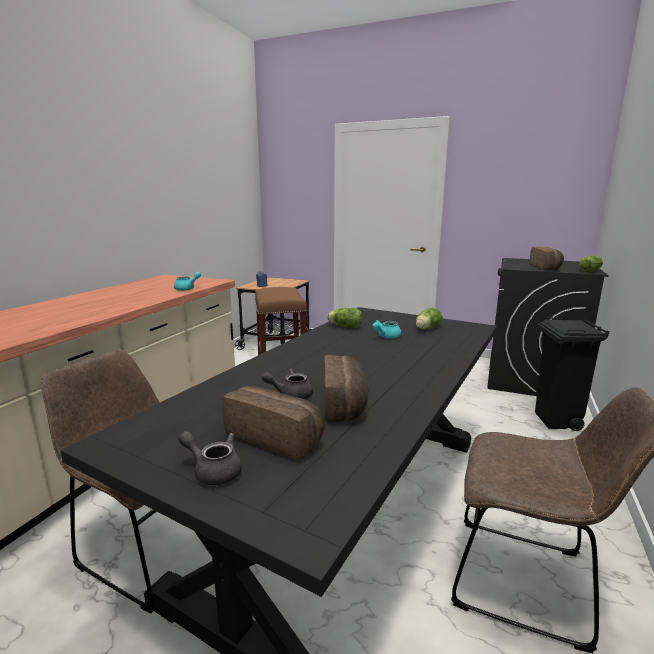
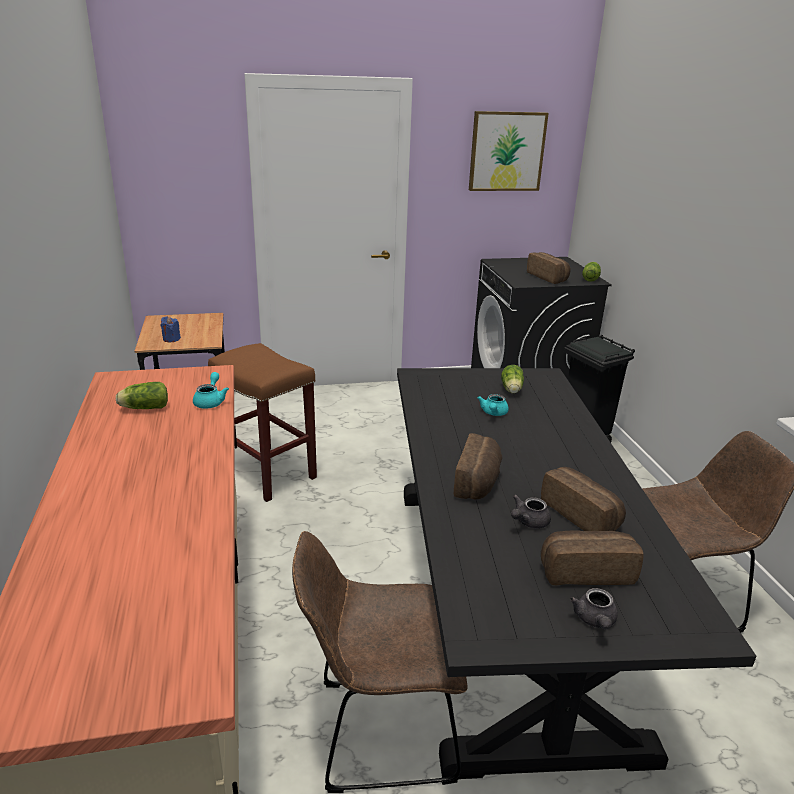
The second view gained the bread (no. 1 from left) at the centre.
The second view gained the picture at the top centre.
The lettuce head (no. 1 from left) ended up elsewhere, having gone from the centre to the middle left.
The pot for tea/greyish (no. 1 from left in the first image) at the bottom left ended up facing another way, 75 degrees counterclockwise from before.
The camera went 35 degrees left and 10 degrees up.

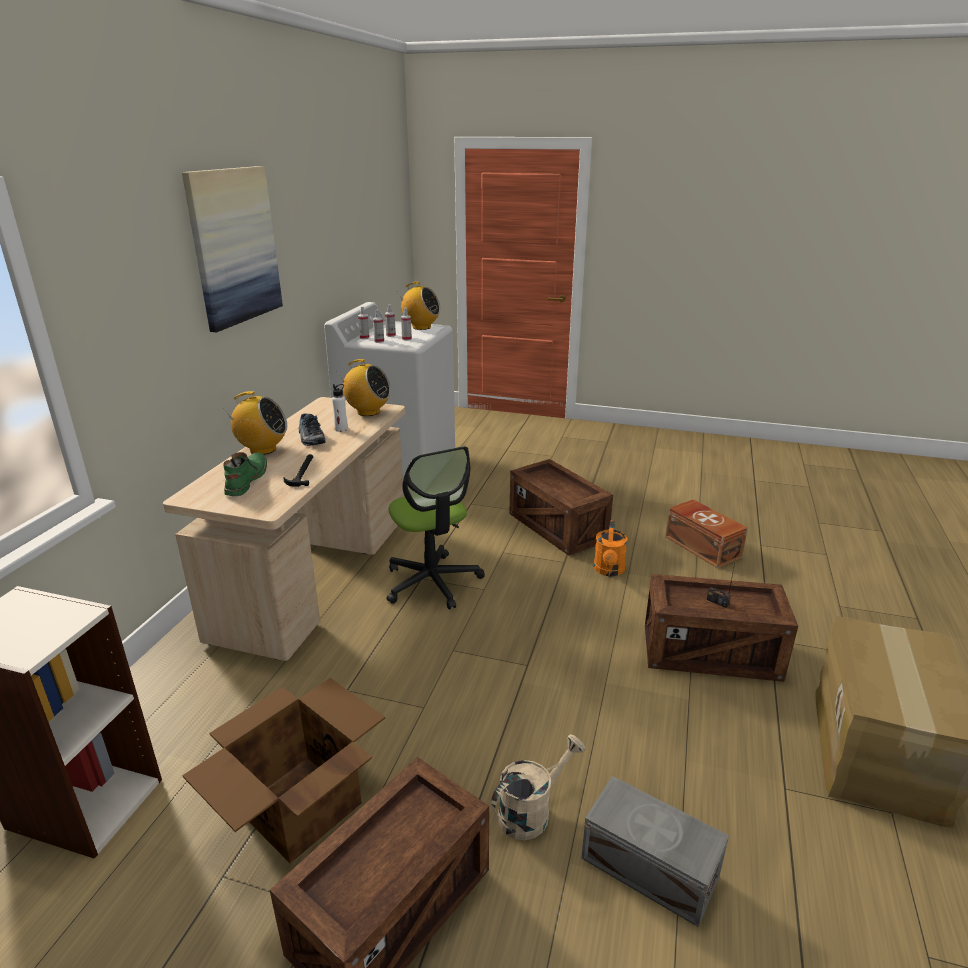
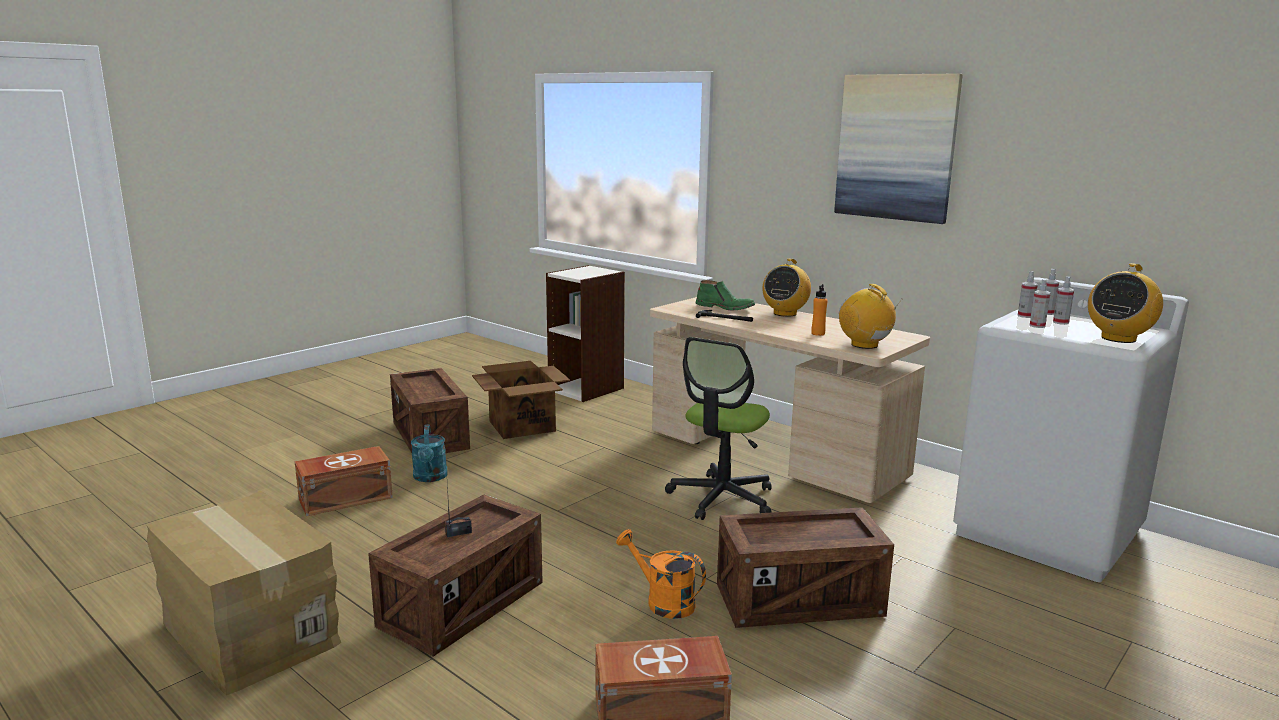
The second view lost the low shoe at the middle left.
What was the bottle/white at the centre turned into the bottle/orange-coloured at the centre.
What was the watering can/beige at the bottom centre turned into the watering can/blue-green at the centre.
What was the storage bin/greyish at the bottom right turned into the storage bin/brownish (no. 1 from left) at the bottom left.
The radio set (no. 2 from left in the first image) at the centre ended up facing another way, 105 degrees clockwise from before.
The computer chair at the centre ended up facing another way, 60 degrees counterclockwise from before.
The camera went 115 degrees right and 10 degrees down.

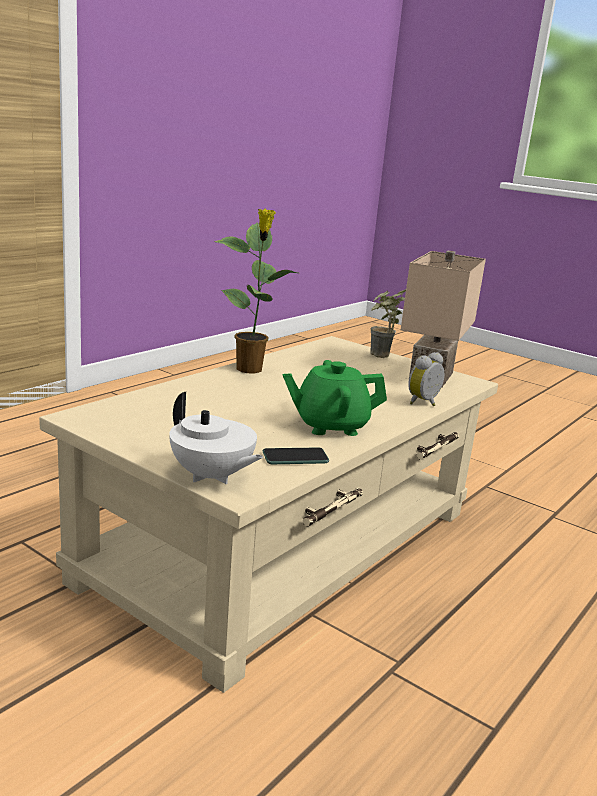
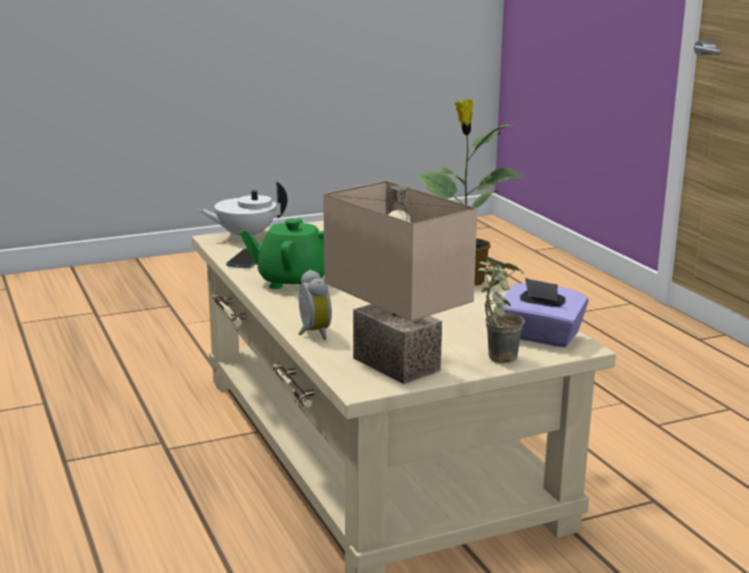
The second view gained the tissue holder/purple-coloured at the middle right.
The pot for tea/green at the centre ended up facing another way, 105 degrees counterclockwise from before.
The camera went 120 degrees right and 0 degrees up.

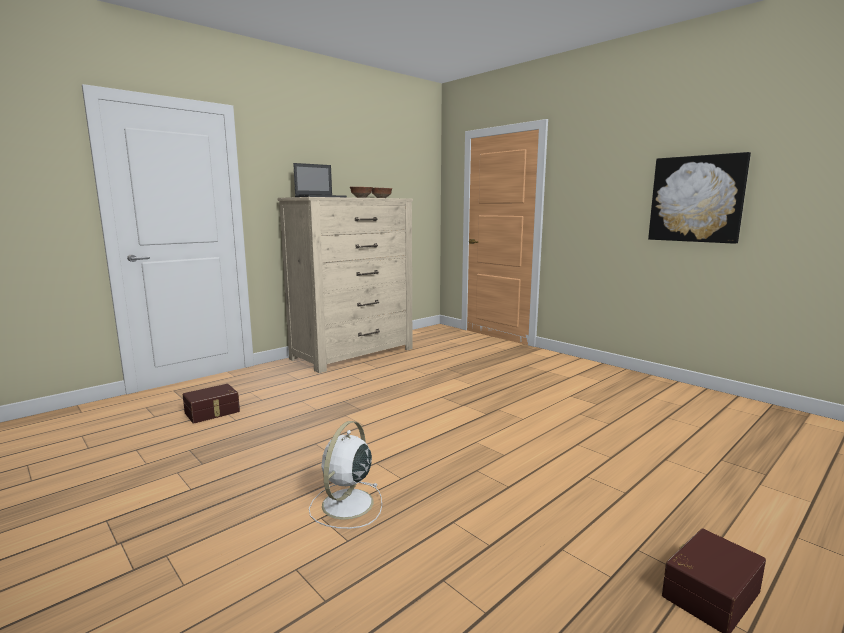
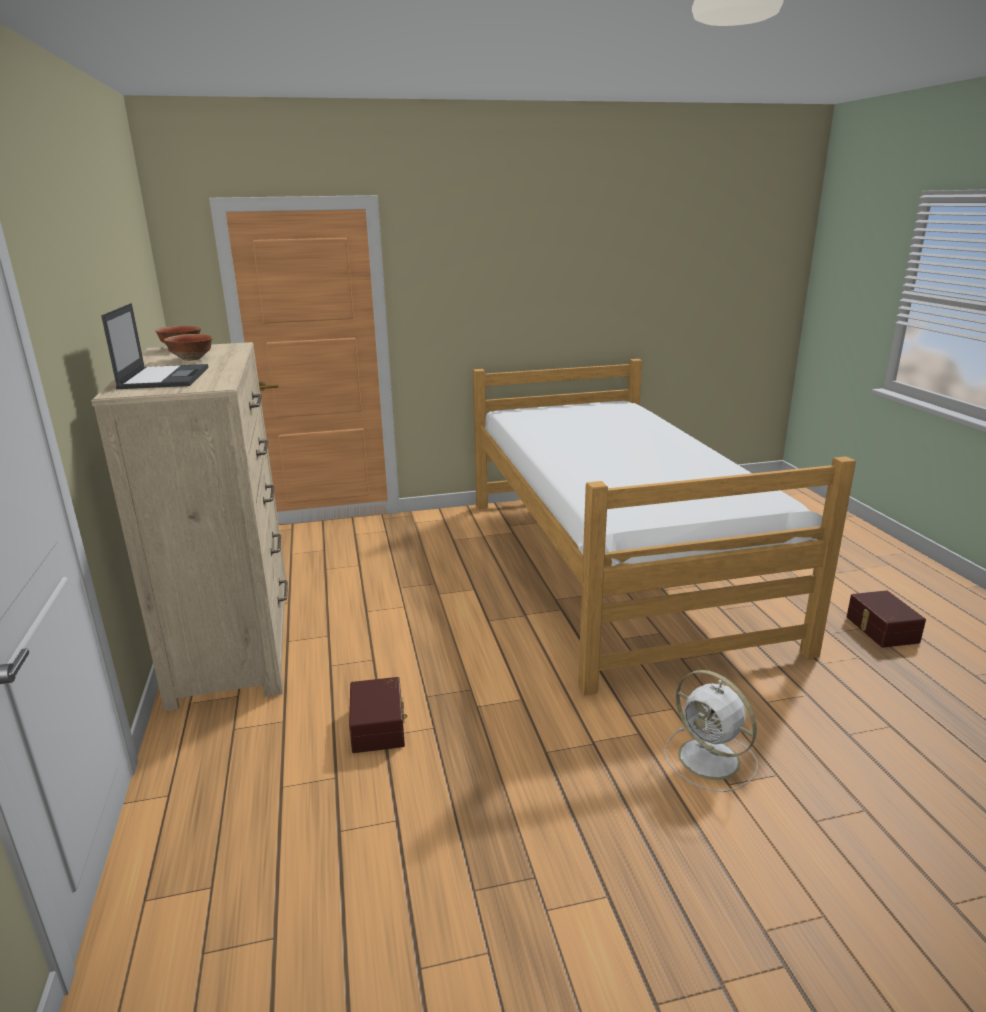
The second view lost the picture at the top right.
The second view gained the bed at the middle right.
The storage bin/brownish (no. 1 from left) ended up elsewhere, having gone from the middle left to the bottom centre.
The camera went 60 degrees left and 10 degrees up.

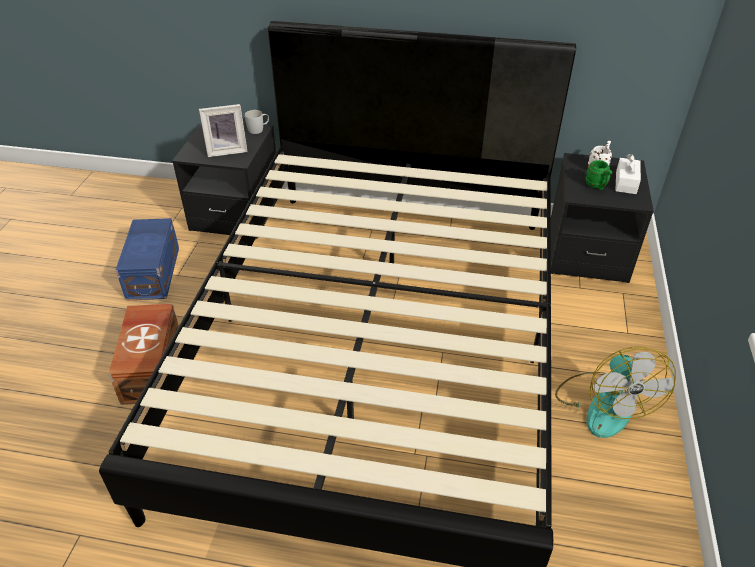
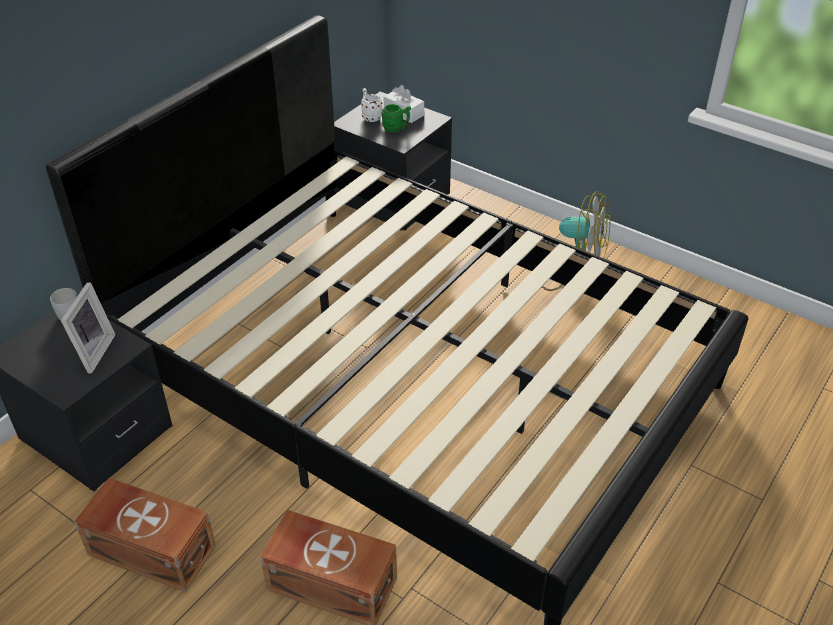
What was the storage bin/bluish at the middle left turned into the storage bin/brownish (no. 1 from left) at the bottom left.
The camera went 65 degrees left and 0 degrees up.

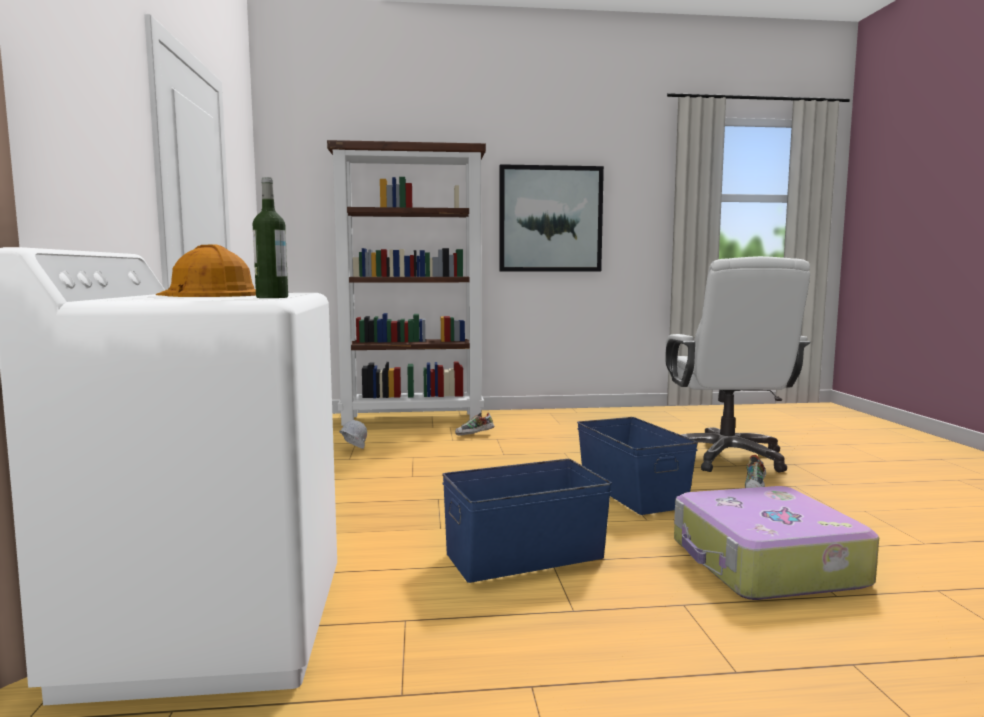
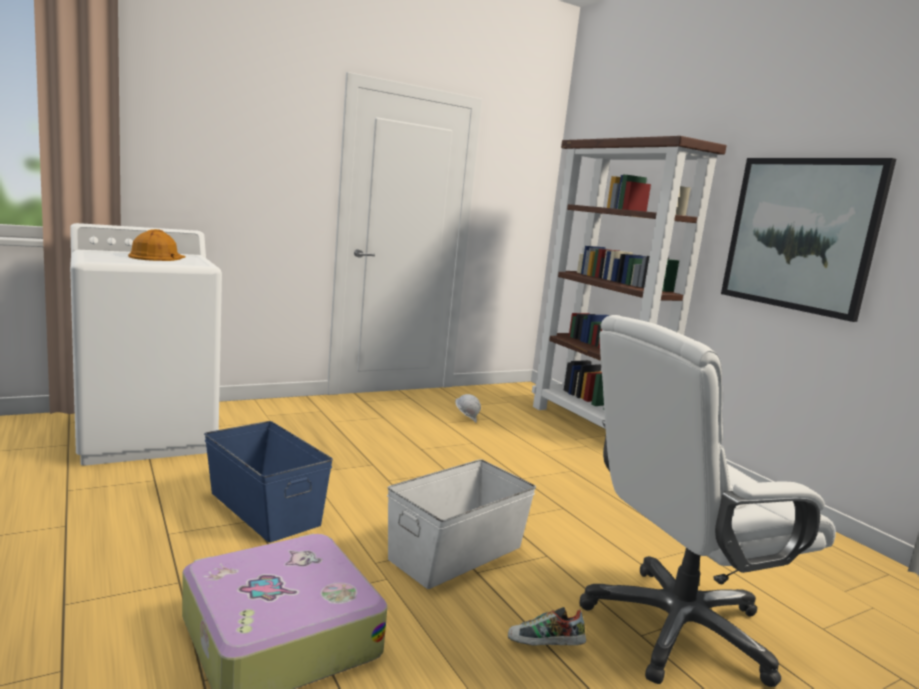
The second view lost the bottle at the top left.
The second view lost the low shoe (no. 1 from left) at the centre.
What was the storage bin/bluish (no. 2 from left) at the centre turned into the storage bin/white at the bottom centre.
The camera went 65 degrees right and 5 degrees up.

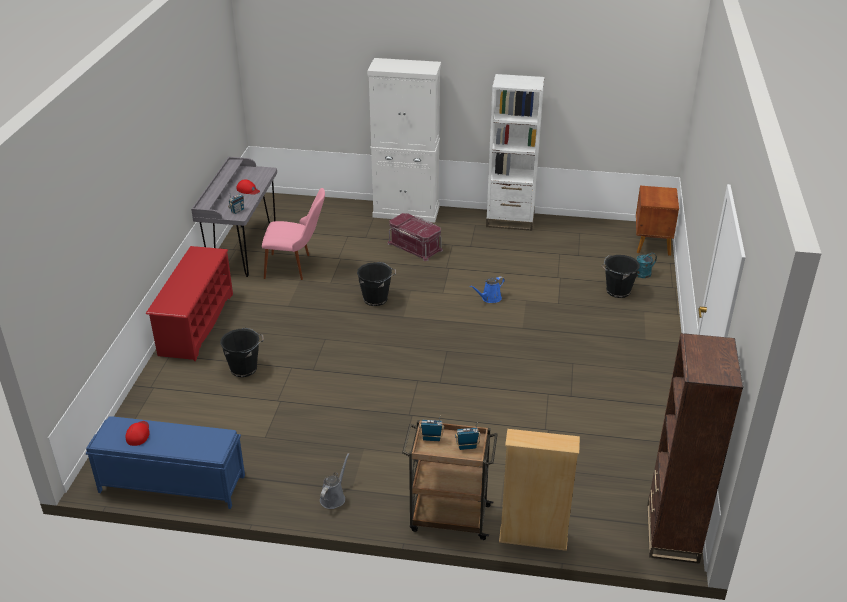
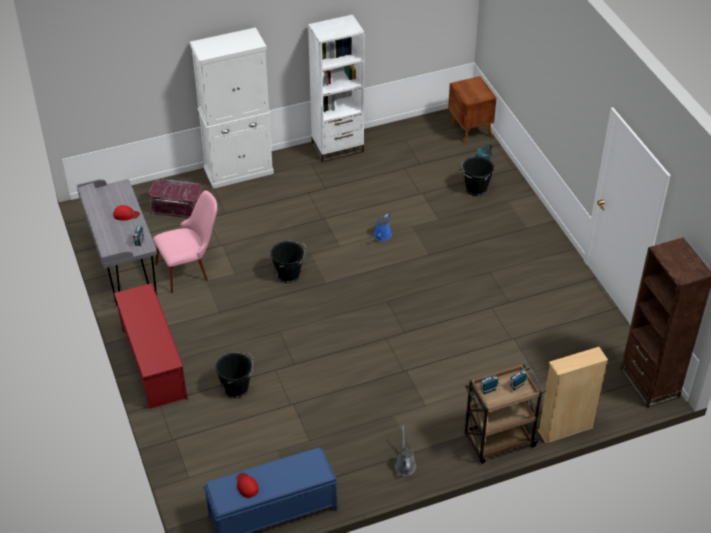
The storage bin/red-coloured ended up elsewhere, having gone from the centre to the middle left.
The camera went 30 degrees left and 10 degrees up.

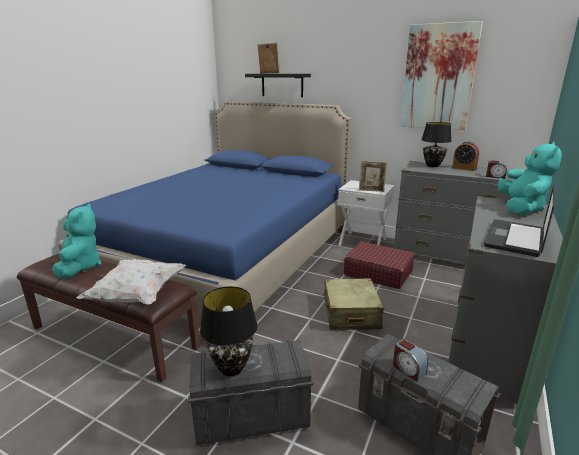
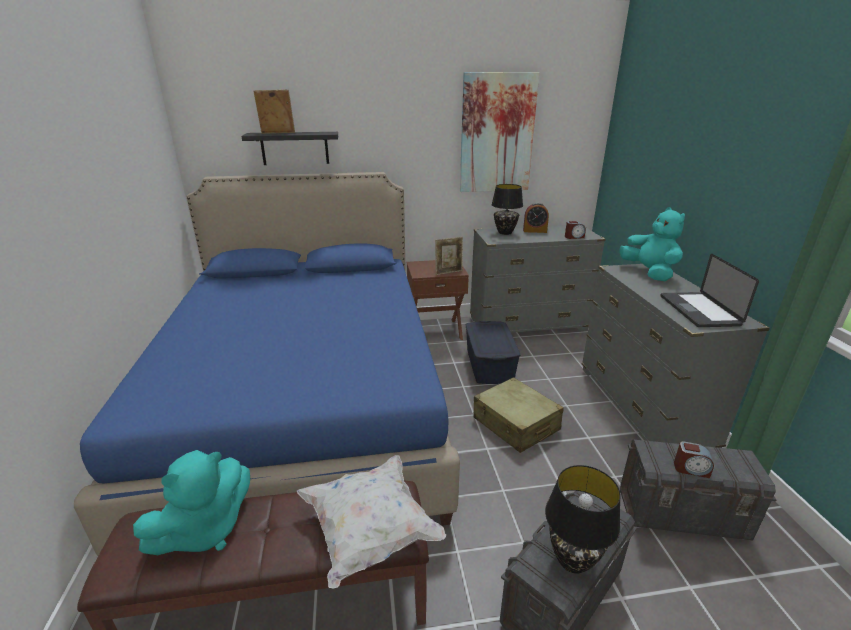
Where the piece of luggage/red-coloured stood at the centre, the storage bin/bluish came to stand at the centre.
What was the bedside table/white at the centre turned into the bedside table/brownish at the centre.
The soft toy/blue-green (no. 1 from left) at the middle left ended up facing another way, 90 degrees clockwise from before.
The camera went 35 degrees left and 5 degrees up.

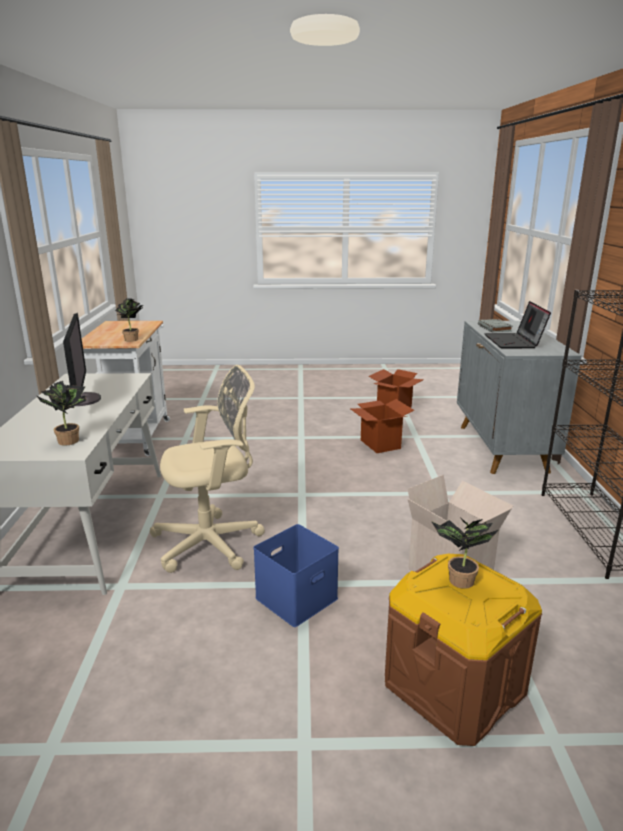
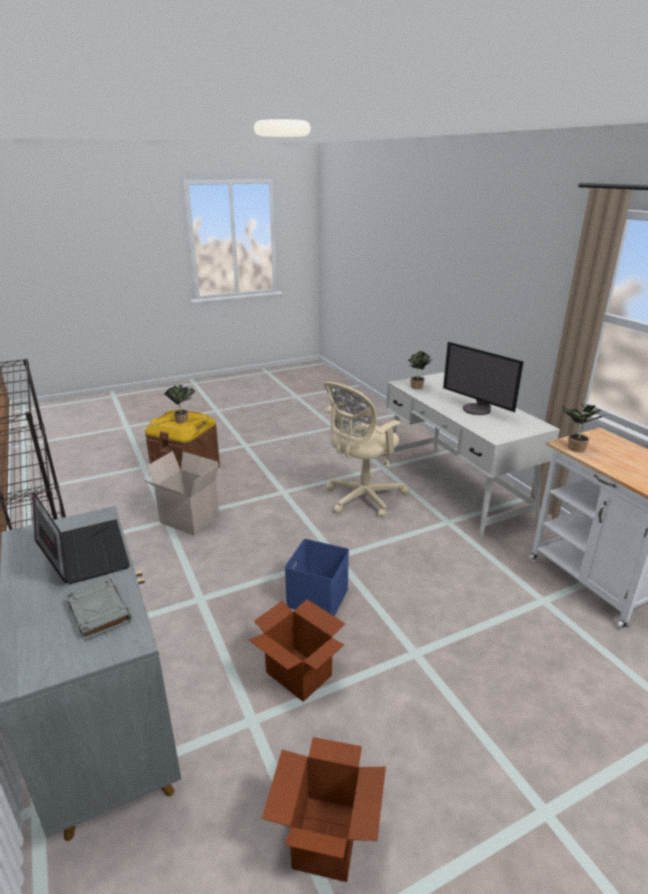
The storage bin/bluish ended up elsewhere, having gone from the bottom centre to the centre.
The camera went 155 degrees right and 5 degrees up.

